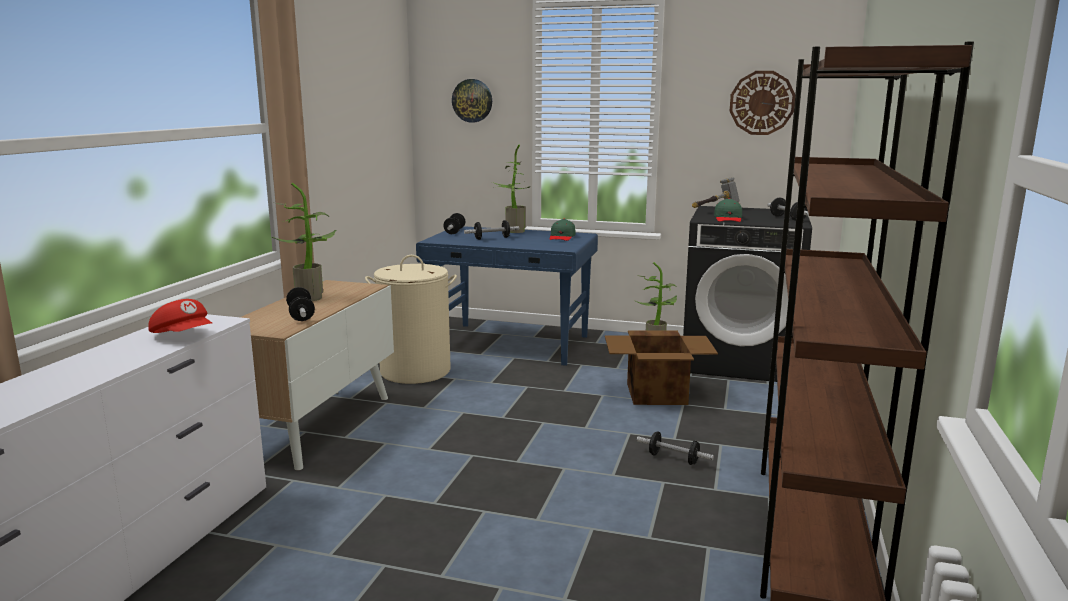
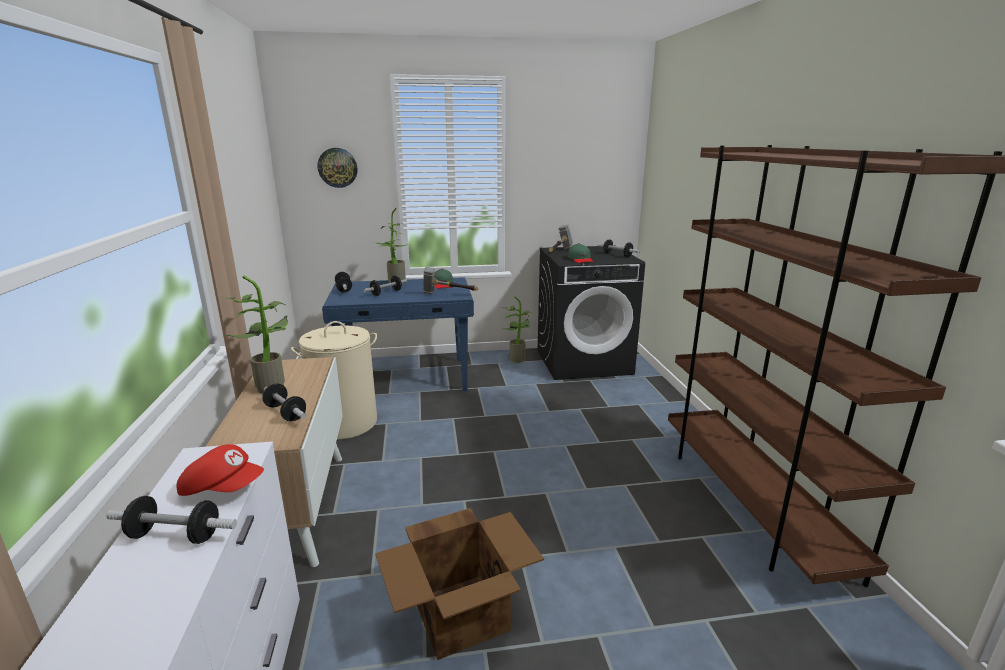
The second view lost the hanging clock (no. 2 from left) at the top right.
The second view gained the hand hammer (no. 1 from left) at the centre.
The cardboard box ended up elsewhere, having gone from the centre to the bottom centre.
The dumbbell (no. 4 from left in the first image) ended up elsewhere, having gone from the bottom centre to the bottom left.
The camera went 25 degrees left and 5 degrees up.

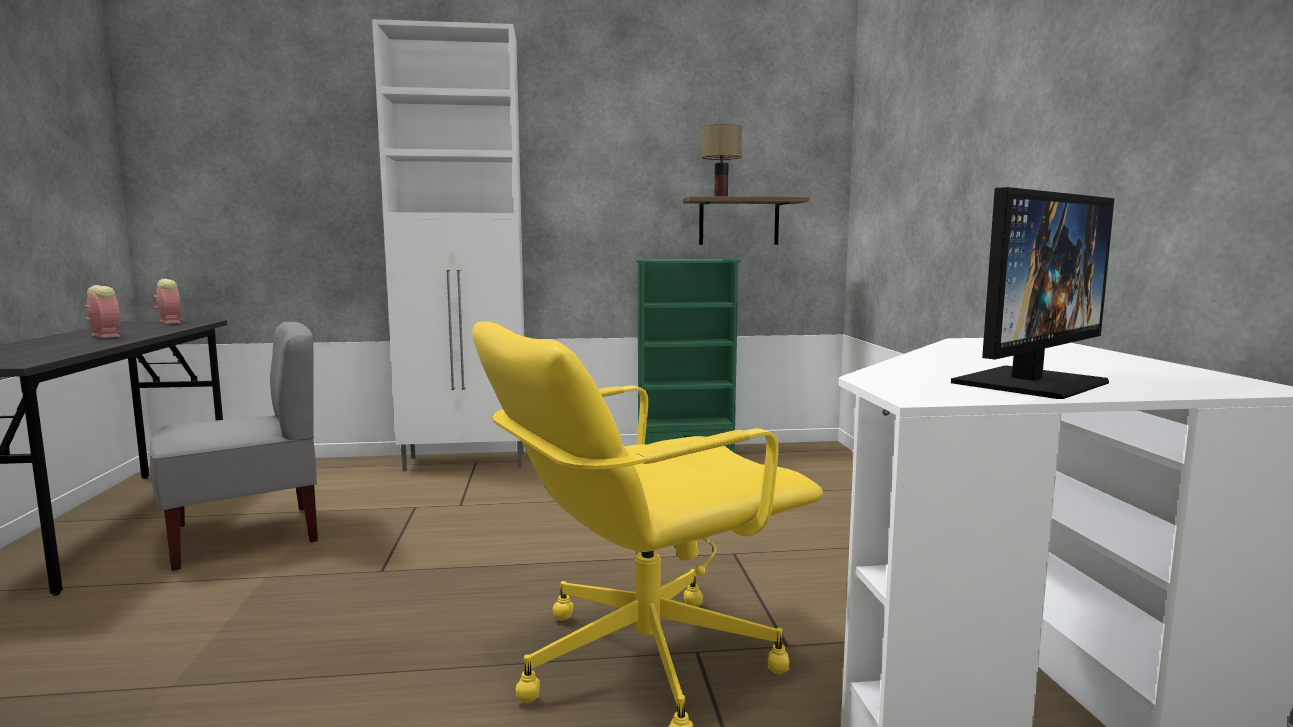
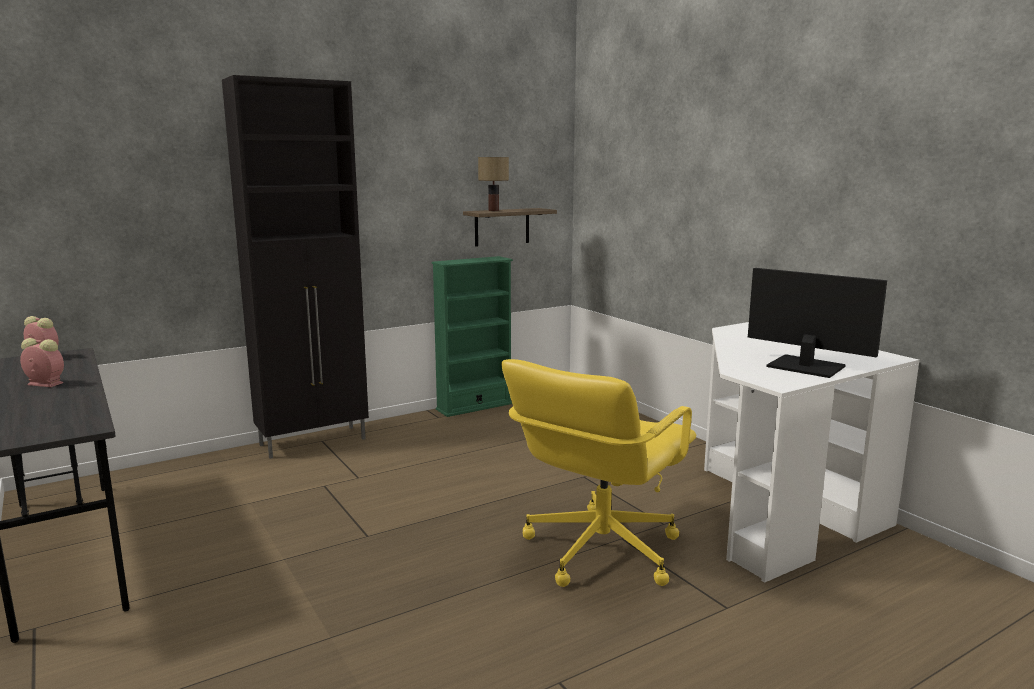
The second view lost the upright chair/greyish at the middle left.
What was the cupboard/white at the centre turned into the cupboard/black at the middle left.
The computer display at the middle right ended up facing another way, 75 degrees counterclockwise from before.
The camera went 25 degrees left and 5 degrees up.

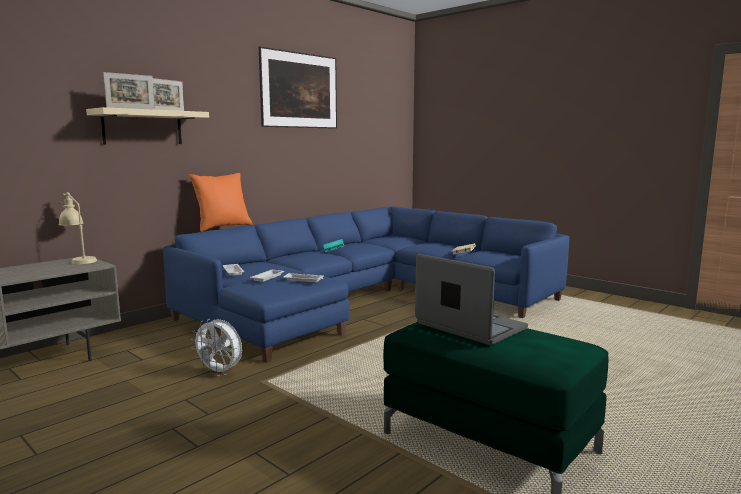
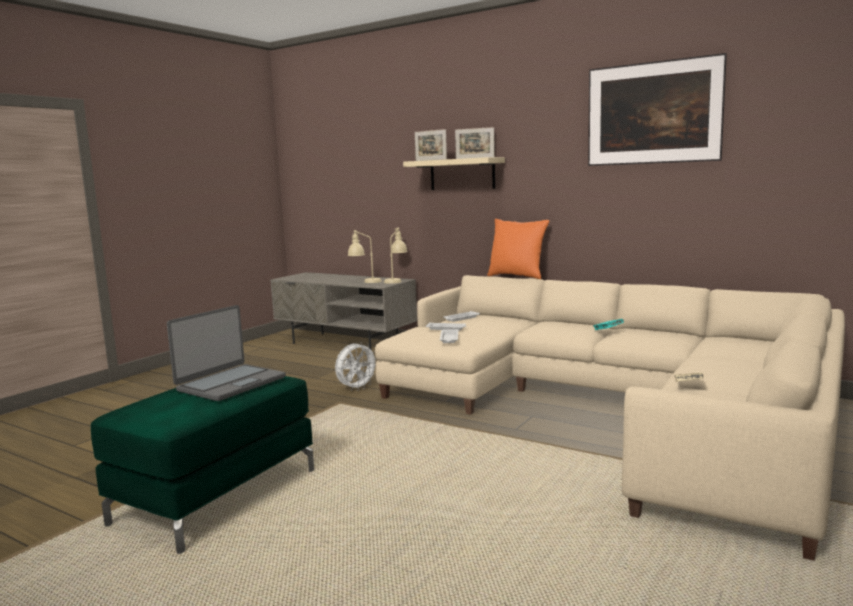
The second view gained the table lamp/beige (no. 1 from left) at the centre.
What was the sofa/bluish at the centre turned into the sofa/beige at the bottom right.
The fan/white at the bottom left ended up facing another way, 150 degrees counterclockwise from before.
The camera went 80 degrees right and 0 degrees up.

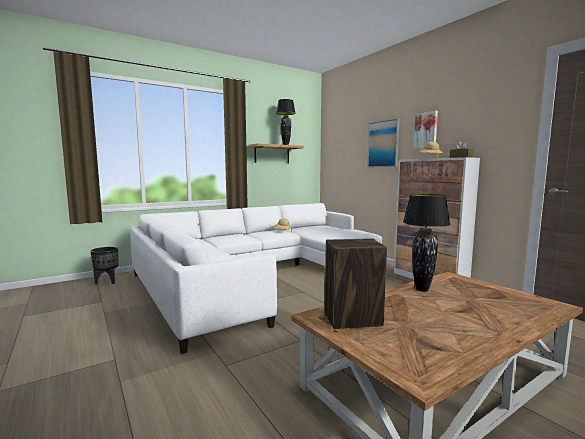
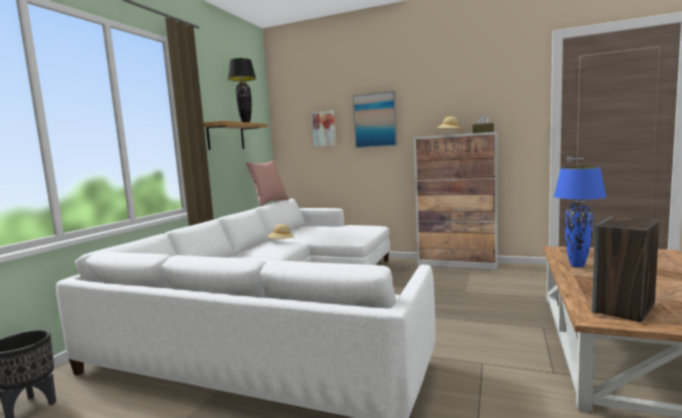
The second view gained the pillow/pink-coloured at the centre.
The picture (no. 2 from left in the first image) ended up elsewhere, having gone from the top right to the top centre.
What was the table lamp/black (no. 2 from left) at the middle right turned into the table lamp/bluish at the middle right.
The camera went 35 degrees left and 0 degrees up.

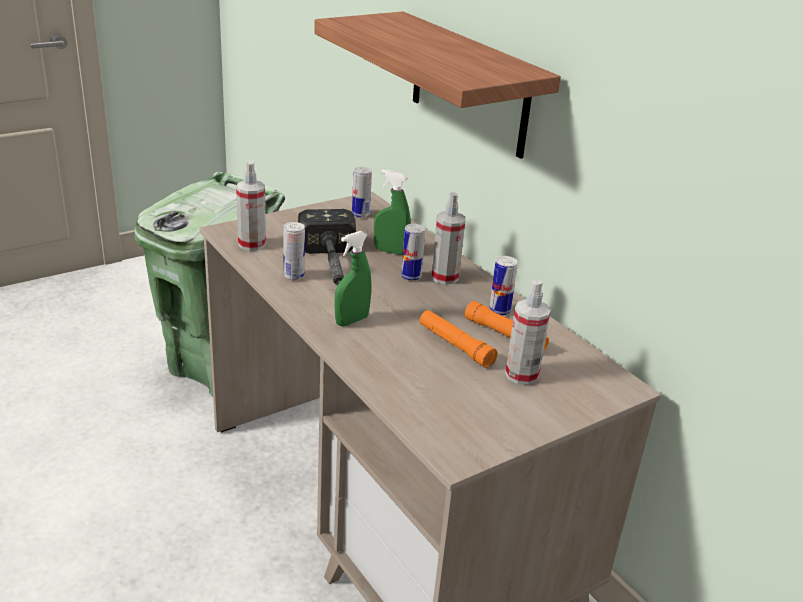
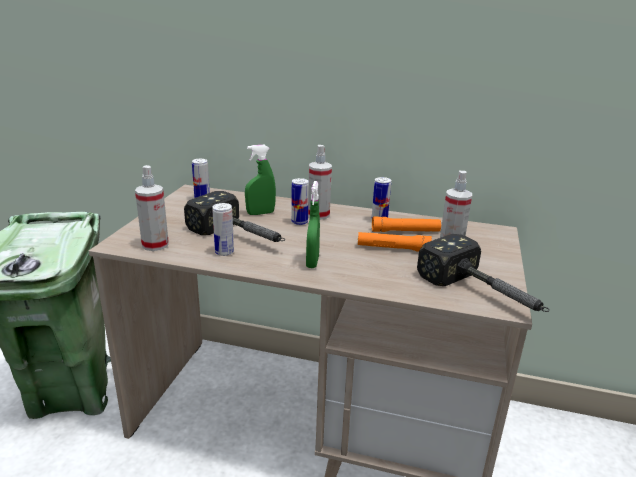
The second view lost the bracket shelf at the top centre.
The second view gained the hand hammer (no. 2 from left) at the middle right.
The camera went 40 degrees left and 5 degrees down.

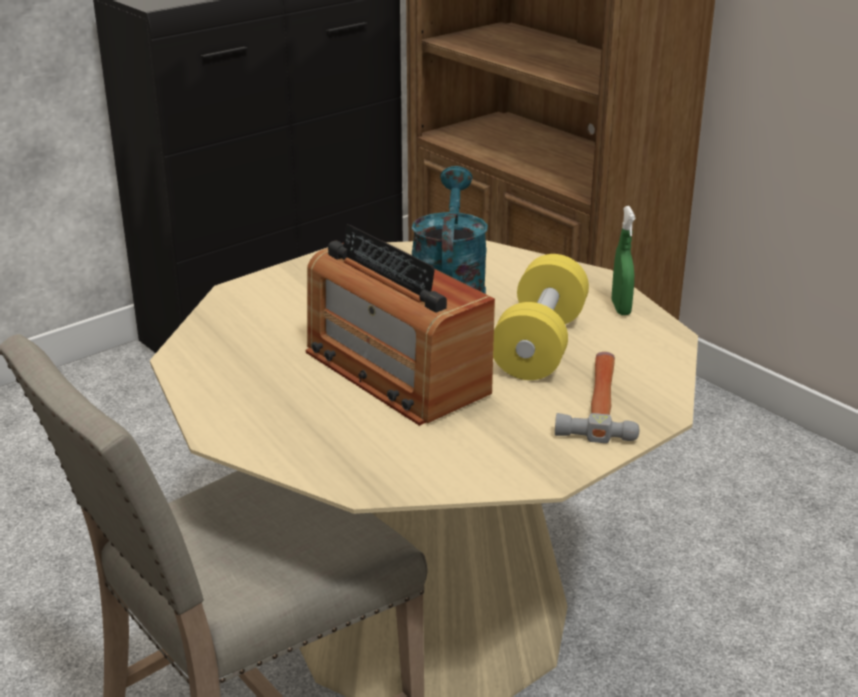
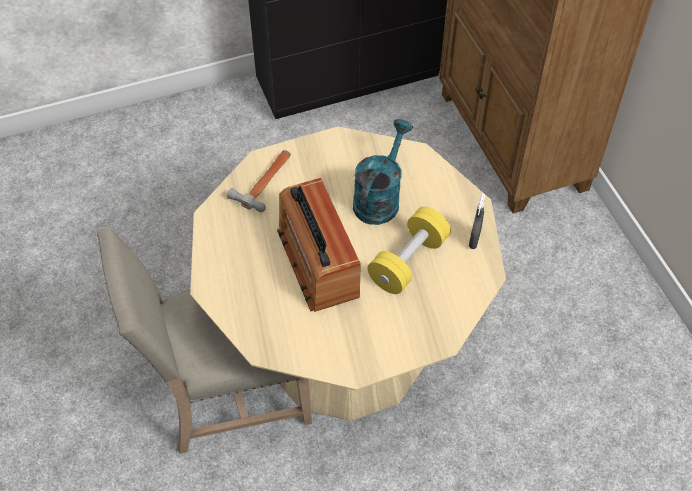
The hand hammer ended up elsewhere, having gone from the middle right to the centre.
What was the spray bottle/green at the middle right turned into the spray bottle/greyish at the middle right.
The camera went 20 degrees right and 25 degrees up.

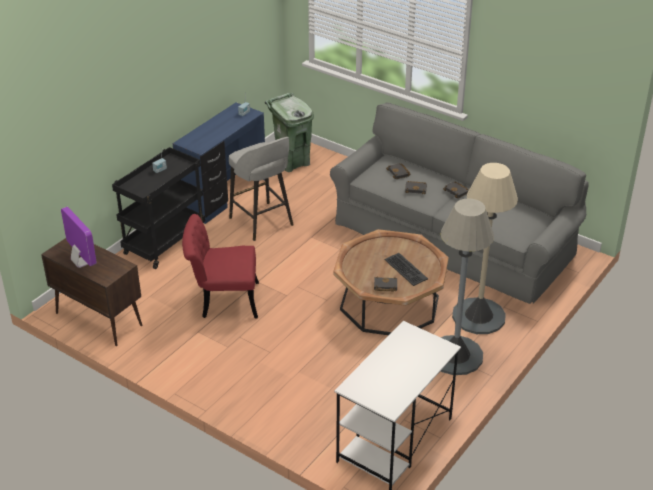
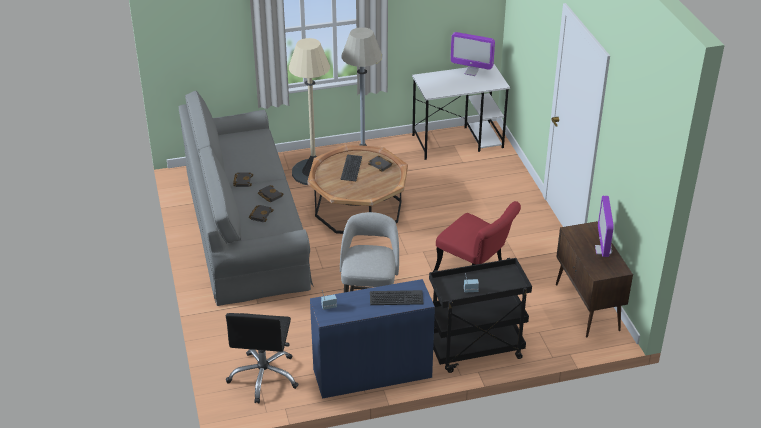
The second view gained the keyboard (no. 2 from left) at the bottom centre.
The second view gained the computer display (no. 1 from left) at the top centre.
Where the waste bin/green stood at the top centre, the computer chair/black came to stand at the bottom centre.
The camera went 140 degrees left and 0 degrees up.

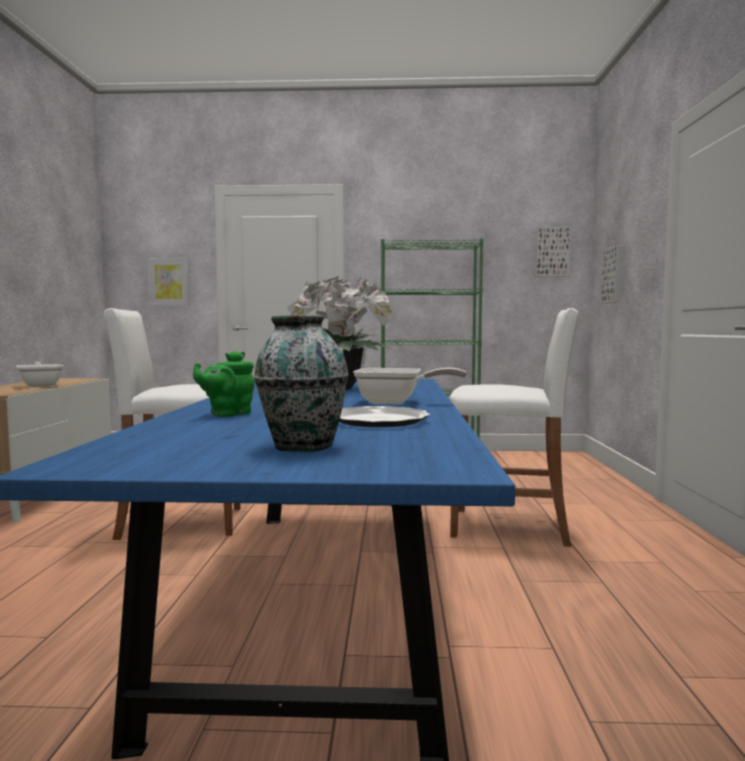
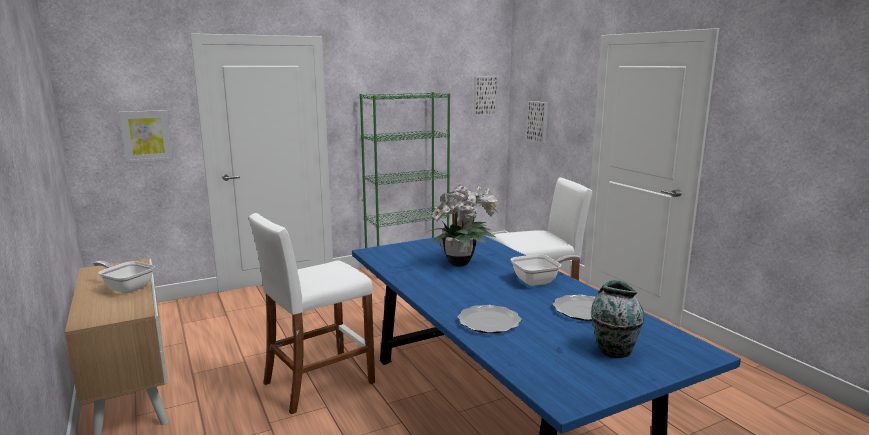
Where the pot for tea/green stood at the middle left, the flat dish (no. 1 from left) came to stand at the bottom centre.
The camera went 30 degrees left and 10 degrees up.

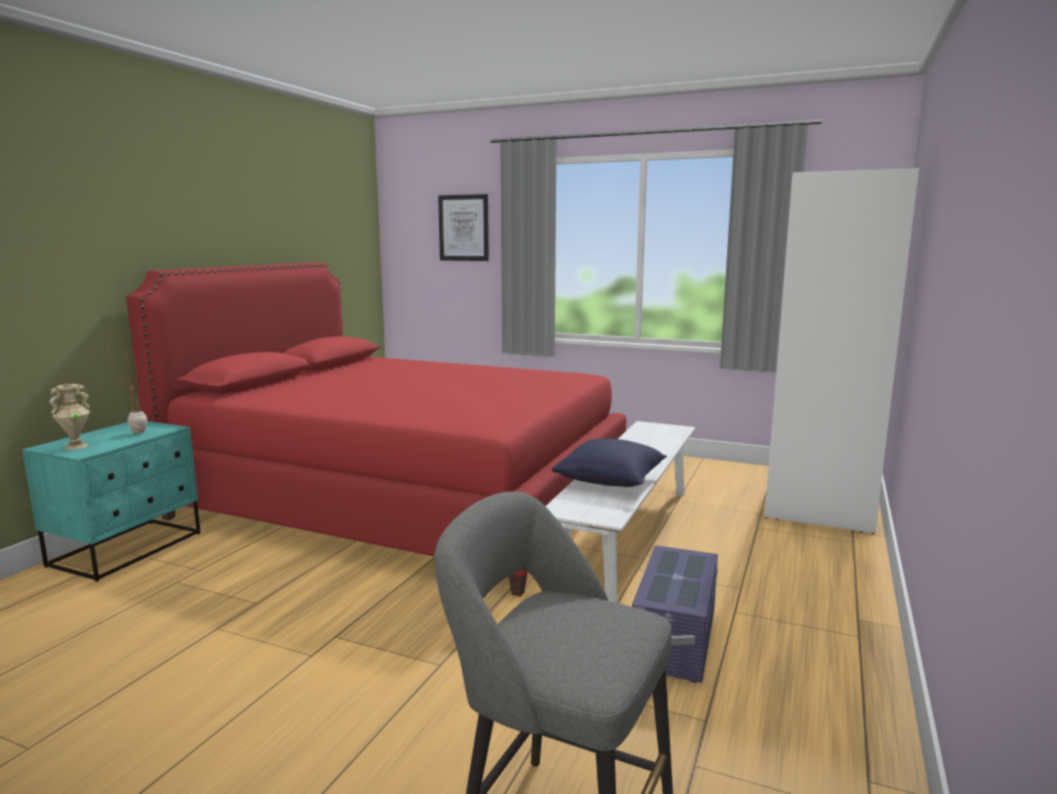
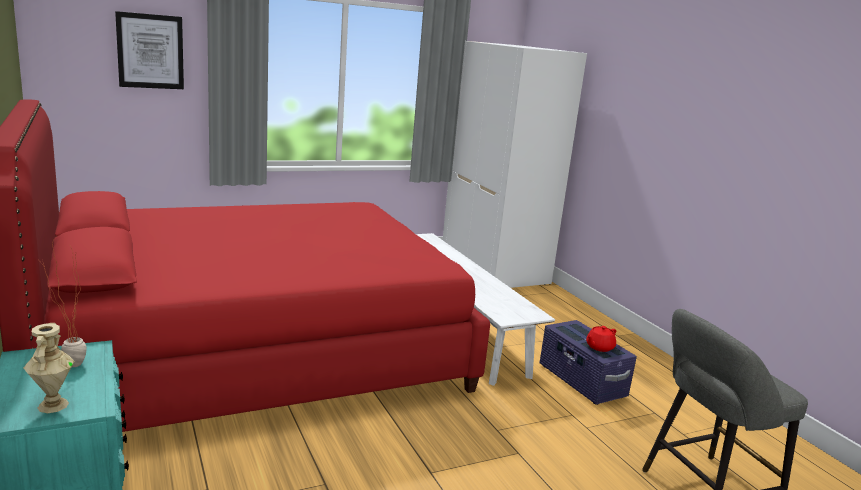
The second view lost the pillow/bluish at the centre.
The second view gained the pot for tea/red-coloured at the bottom right.
The camera went 50 degrees left and 5 degrees up.

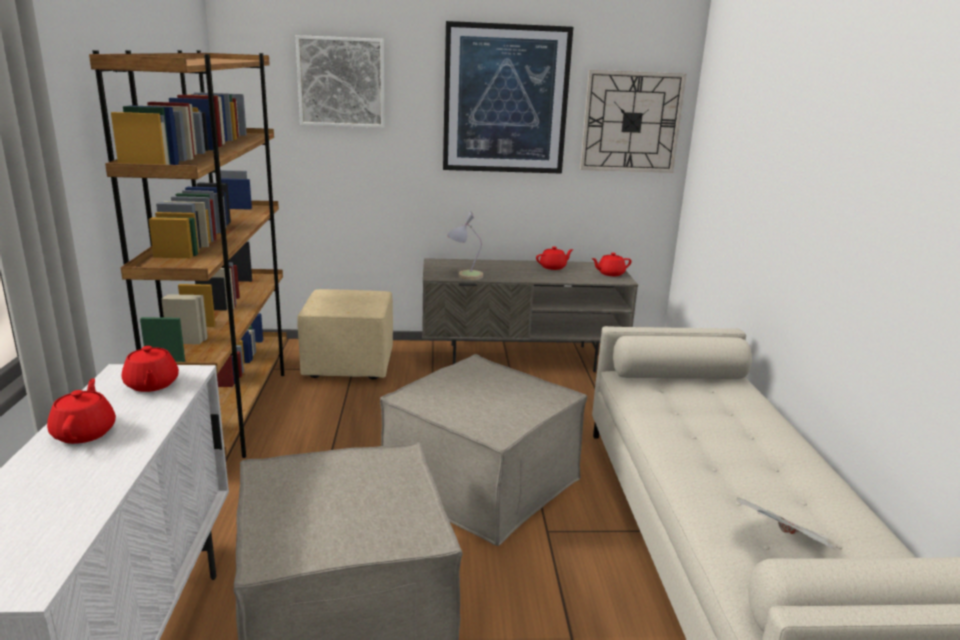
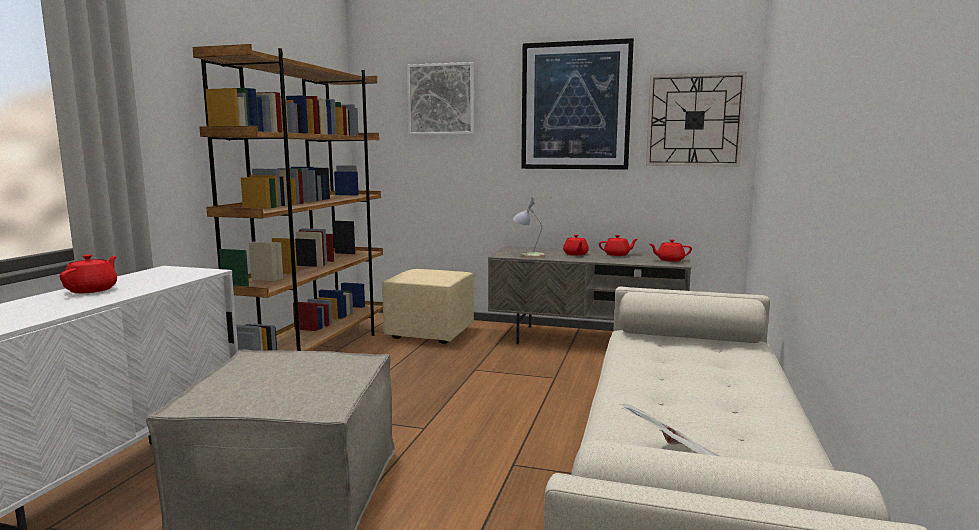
The second view lost the footrest/beige (no. 3 from left) at the bottom centre.
The pot for tea/red-coloured (no. 2 from left) ended up elsewhere, having gone from the middle left to the centre.
The camera went 20 degrees right and 10 degrees down.

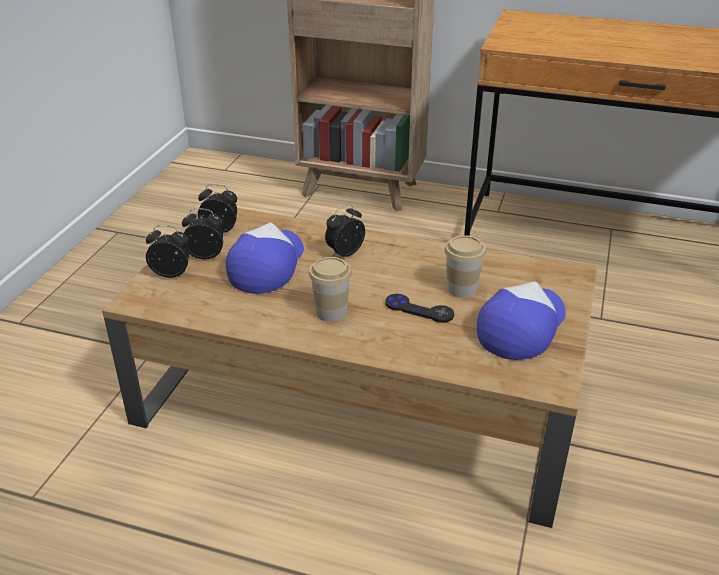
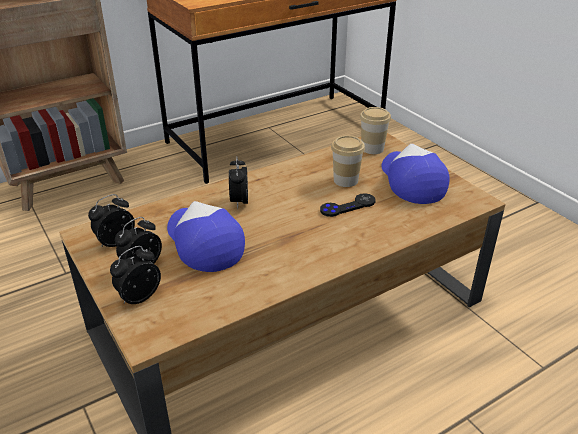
The small cup (no. 1 from left in the first image) ended up elsewhere, having gone from the centre to the top centre.
The camera went 50 degrees left and 0 degrees up.

